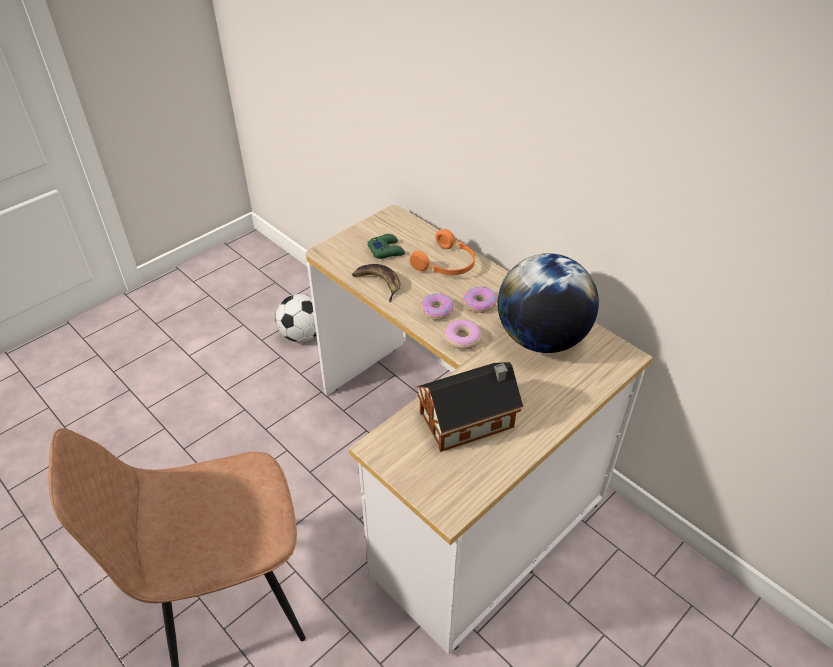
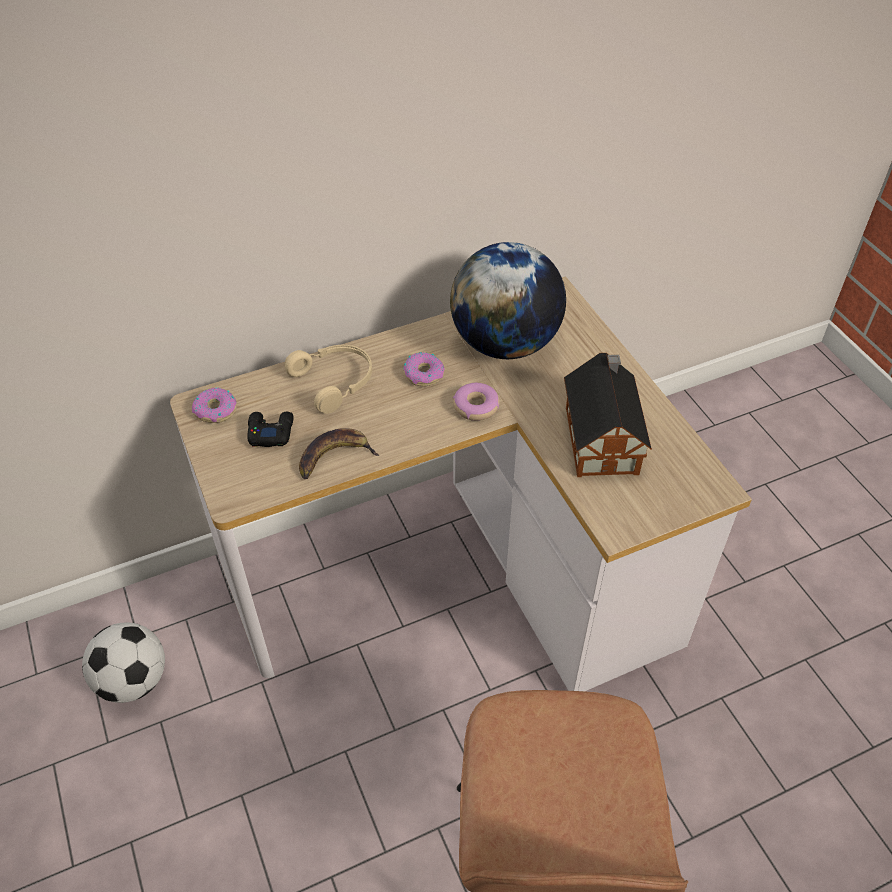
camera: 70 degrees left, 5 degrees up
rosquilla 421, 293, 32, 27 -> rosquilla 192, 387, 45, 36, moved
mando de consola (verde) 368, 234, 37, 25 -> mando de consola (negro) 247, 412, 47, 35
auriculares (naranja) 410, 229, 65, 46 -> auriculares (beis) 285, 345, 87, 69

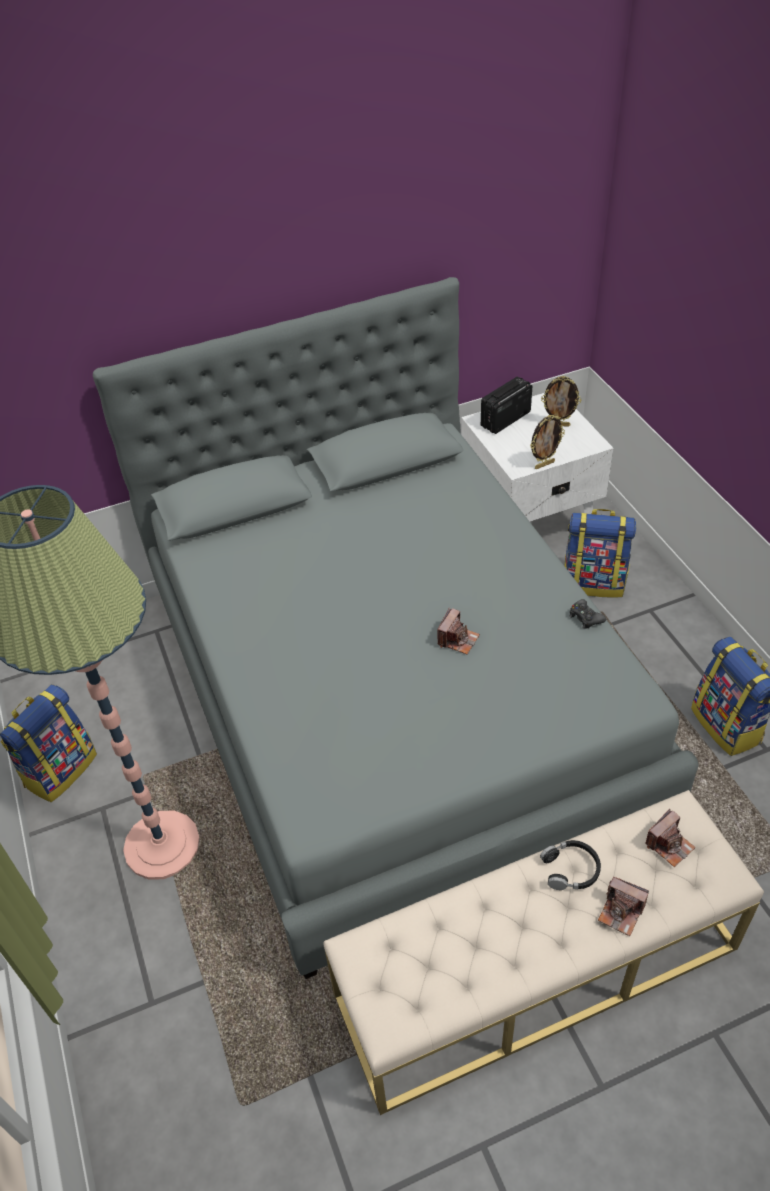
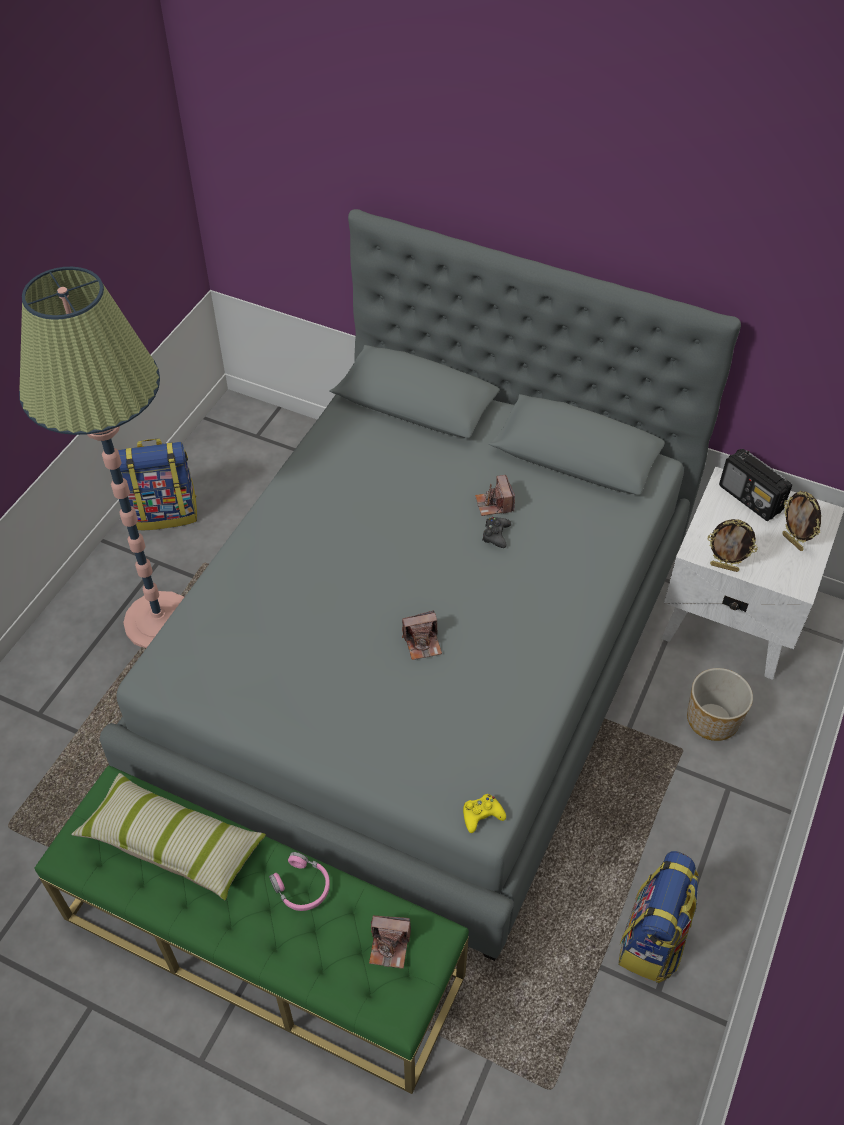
camera: 45 degrees right, 5 degrees up
banco (beis) 323, 790, 441, 325 -> banco (verde) 34, 765, 435, 329
none -> cojín 71, 773, 195, 127
auriculares (negro) 540, 840, 61, 50 -> auriculares (rosa) 269, 852, 61, 59
none -> mando de consola (amarillo) 463, 794, 43, 39
cámara 598, 877, 51, 59 -> cámara 475, 475, 40, 41, moved
mando de consola (negro) 569, 599, 37, 30 -> mando de consola (negro) 482, 517, 29, 31, moved
mochila 565, 509, 71, 89 -> maceta 687, 668, 66, 73
radio 481, 377, 51, 57 -> radio 719, 449, 73, 72, 135 degrees counterclockwise

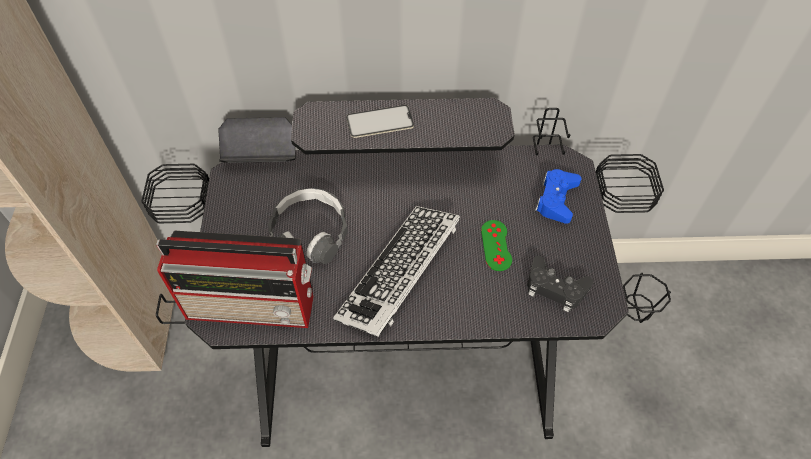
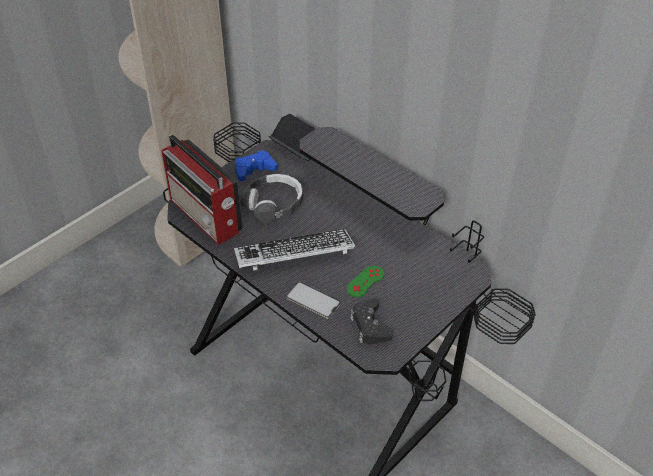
camera: 45 degrees right, 10 degrees down
mando de consola (azul) 535, 169, 47, 55 -> mando de consola (azul) 235, 150, 42, 31, moved
móvil 346, 105, 68, 33 -> móvil 286, 282, 55, 37, moved

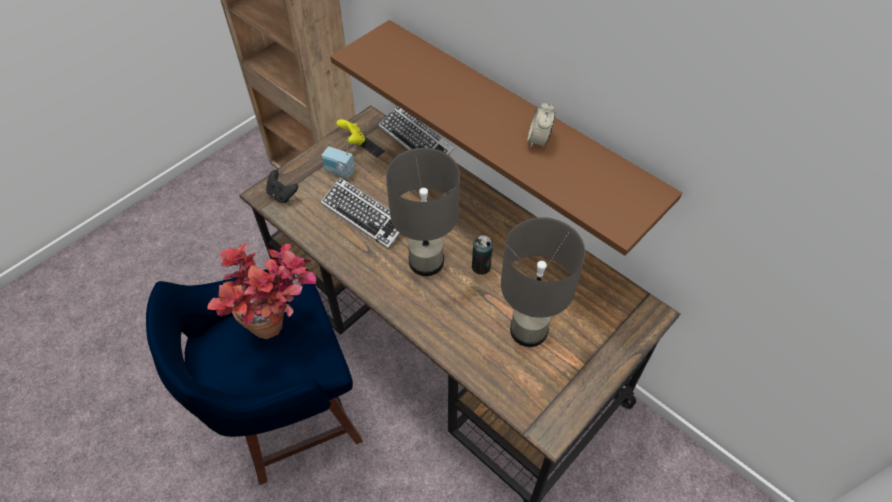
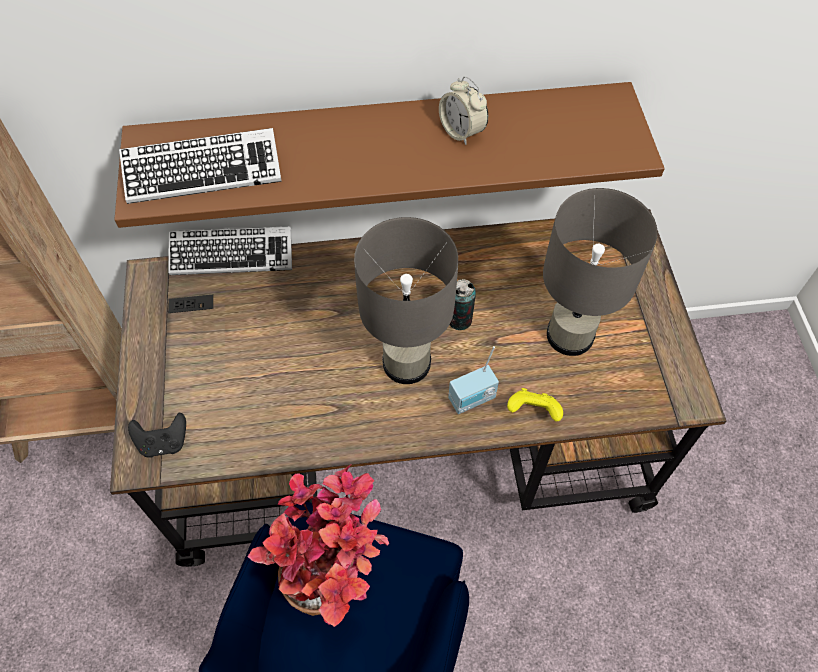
camera: 50 degrees left, 5 degrees up
teclado 321, 177, 79, 72 -> teclado 119, 128, 163, 76, moved
radio 321, 136, 34, 43 -> radio 448, 346, 51, 68, moved
mando de consola (amarillo) 336, 119, 29, 26 -> mando de consola (amarillo) 507, 388, 56, 33, moved

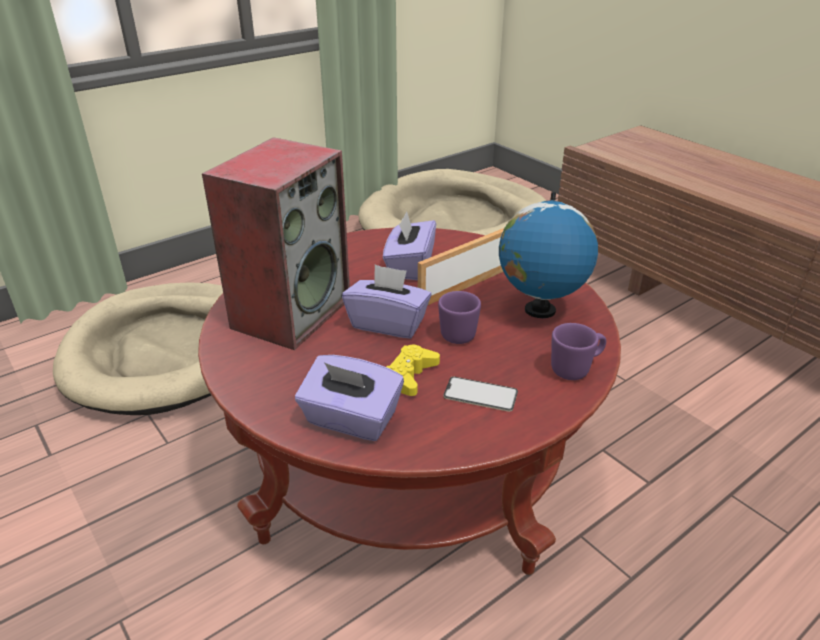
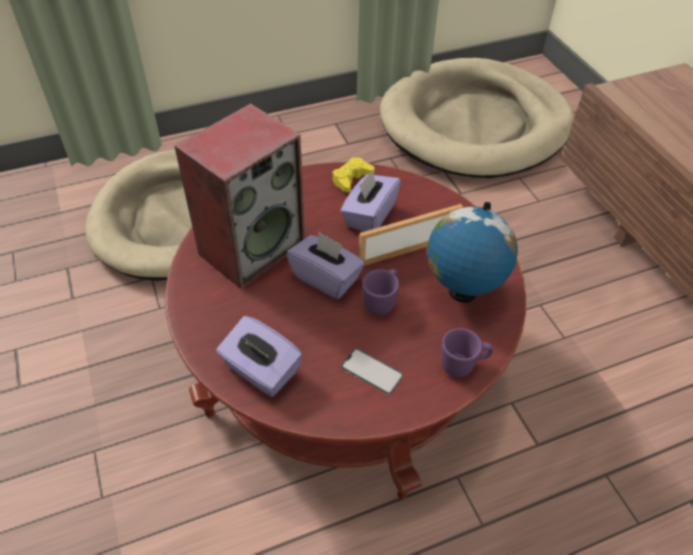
camera: 15 degrees right, 15 degrees up
mando de consola (amarillo) 386, 345, 54, 51 -> mando de consola (amarillo) 332, 157, 43, 35, moved

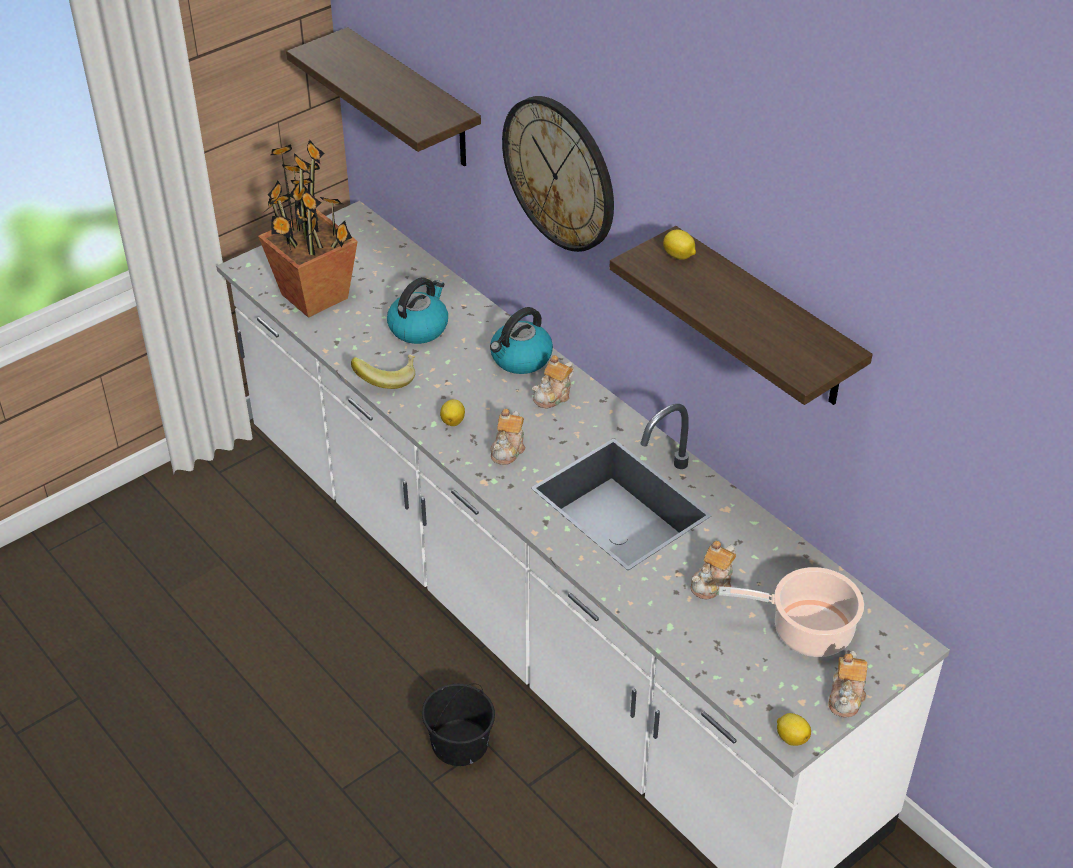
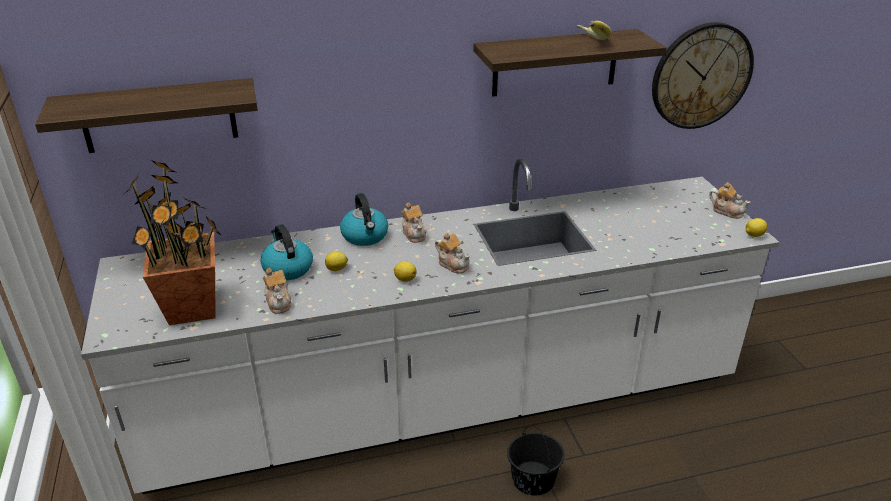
camera: 65 degrees left, 10 degrees down
tetera 690, 541, 46, 59 -> tetera 263, 268, 28, 46, moved
limón 663, 230, 33, 30 -> limón 325, 252, 23, 19, moved
plátano 351, 355, 64, 34 -> plátano 577, 21, 34, 19, moved
reloj de pared 502, 96, 112, 156 -> reloj de pared 652, 22, 102, 107, moved
olla 719, 567, 145, 90 -> none

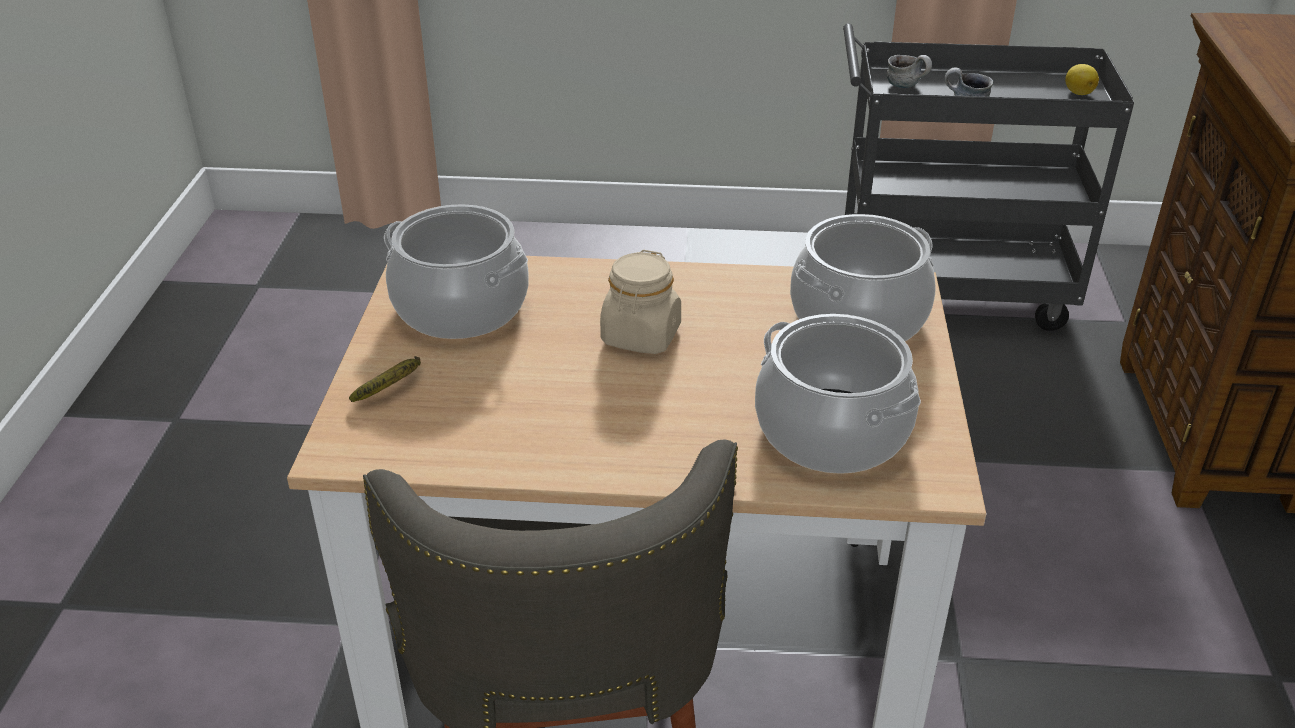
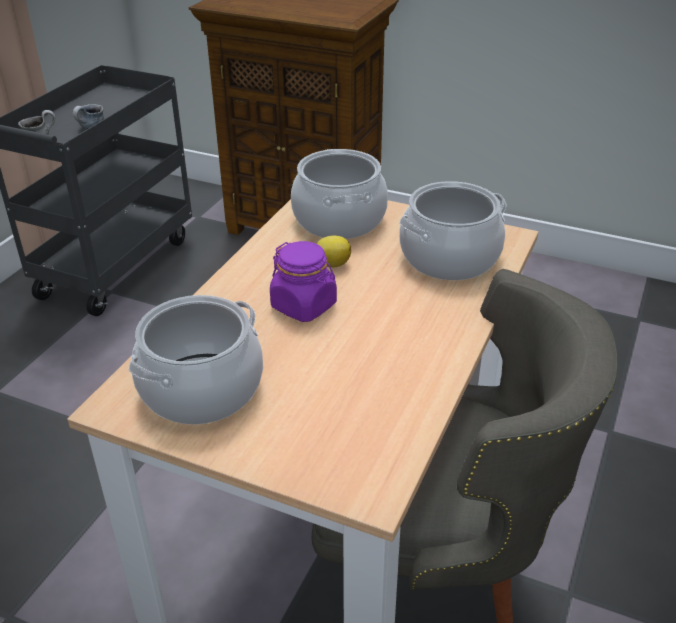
camera: 70 degrees left, 0 degrees up
tarro (beis) 600, 250, 81, 104 -> tarro (morado) 270, 241, 67, 81
limón 1065, 64, 34, 31 -> limón 317, 235, 34, 33, moved
plátano 349, 356, 72, 46 -> none

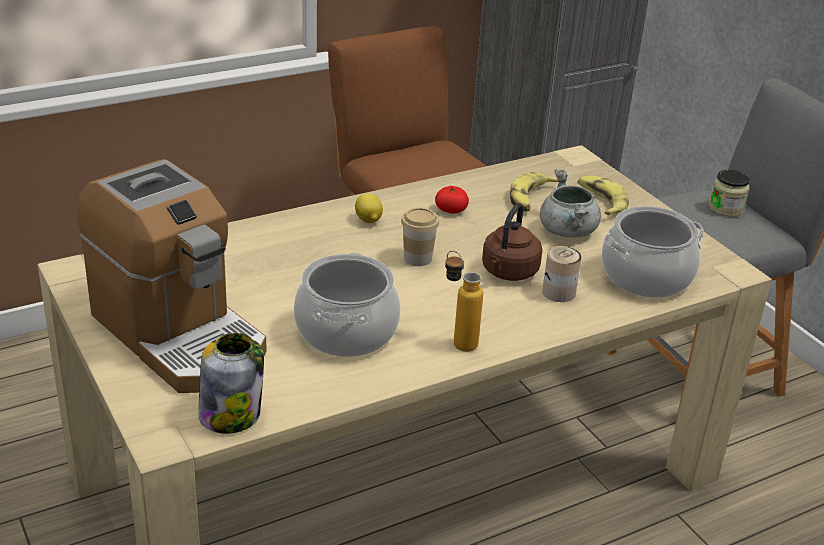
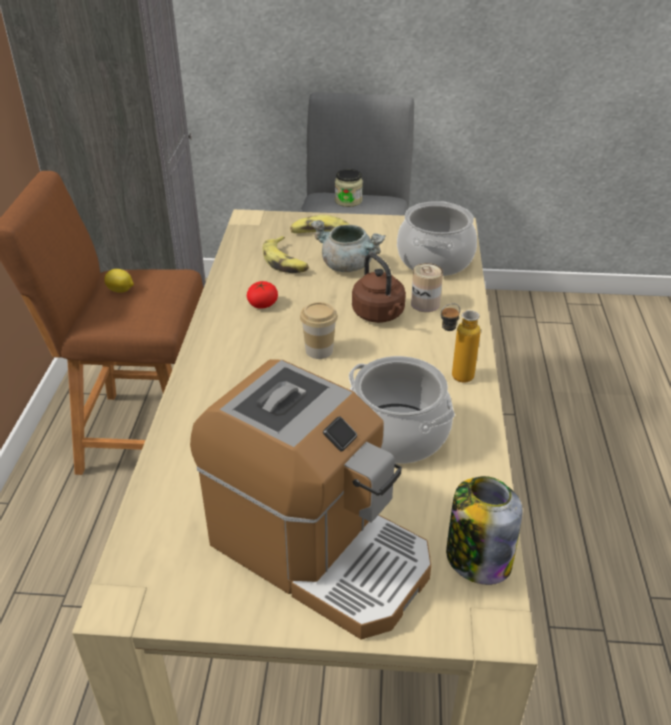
camera: 55 degrees left, 5 degrees up
limón 355, 194, 28, 29 -> limón 104, 269, 30, 24, moved
cafetera 77, 159, 190, 234 -> cafetera 190, 359, 241, 280, 45 degrees clockwise

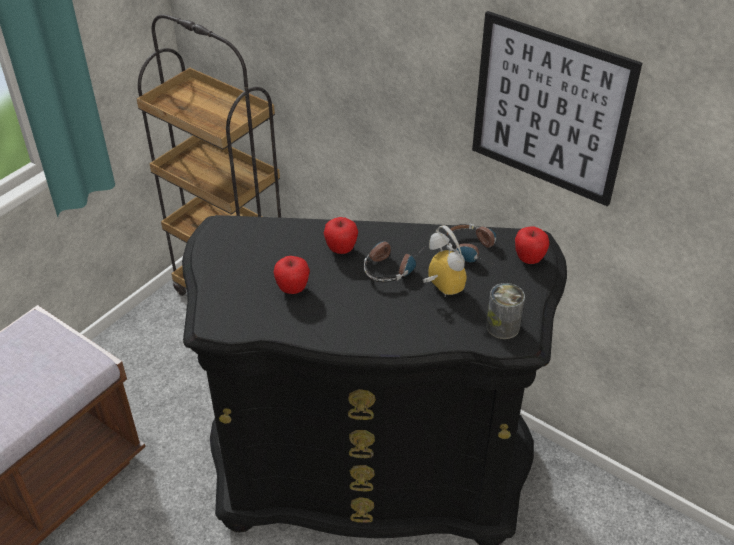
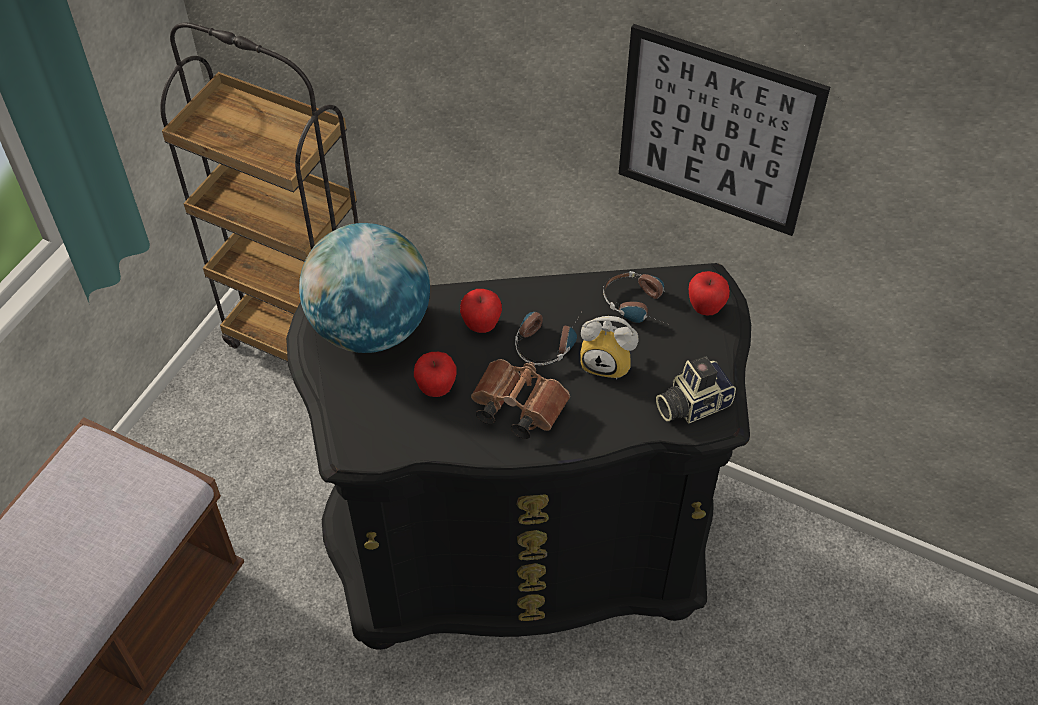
camera: 10 degrees left, 10 degrees up
none -> globo terráqueo 299, 223, 131, 130
none -> prismáticos (marrón) 471, 359, 99, 80
despertador 423, 225, 44, 71 -> despertador 580, 316, 59, 64, 150 degrees clockwise
lata 486, 283, 39, 56 -> cámara 656, 356, 80, 68

